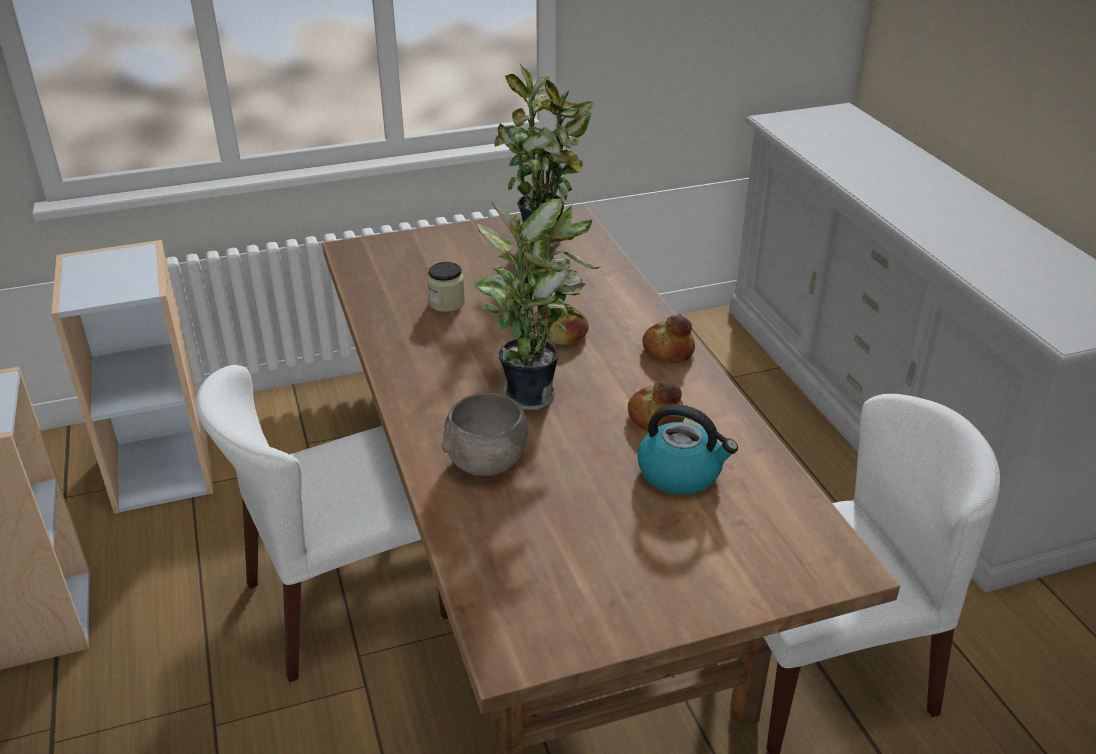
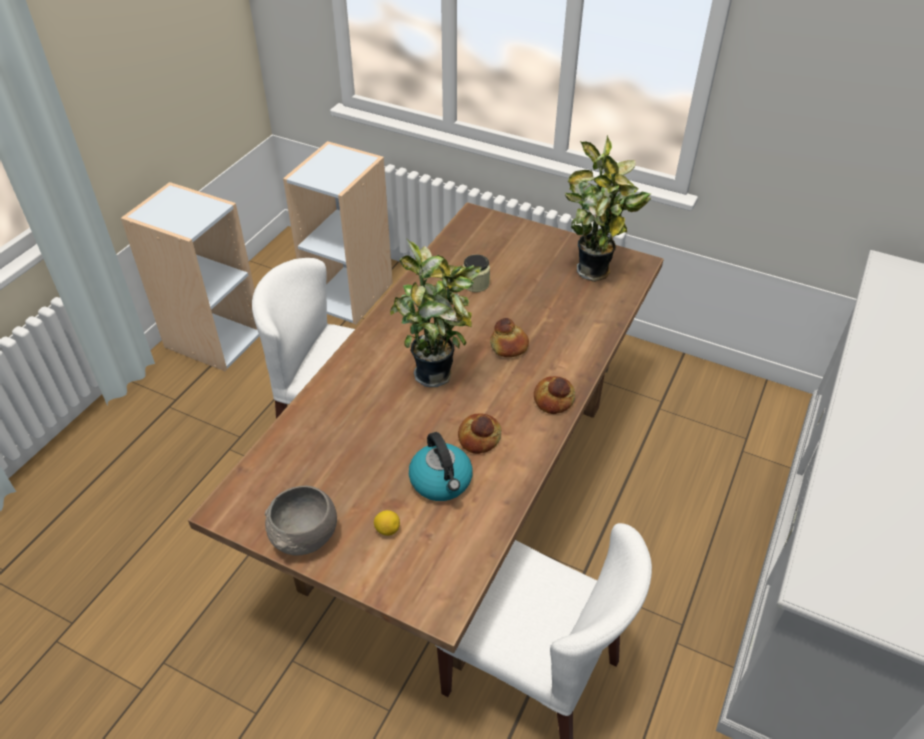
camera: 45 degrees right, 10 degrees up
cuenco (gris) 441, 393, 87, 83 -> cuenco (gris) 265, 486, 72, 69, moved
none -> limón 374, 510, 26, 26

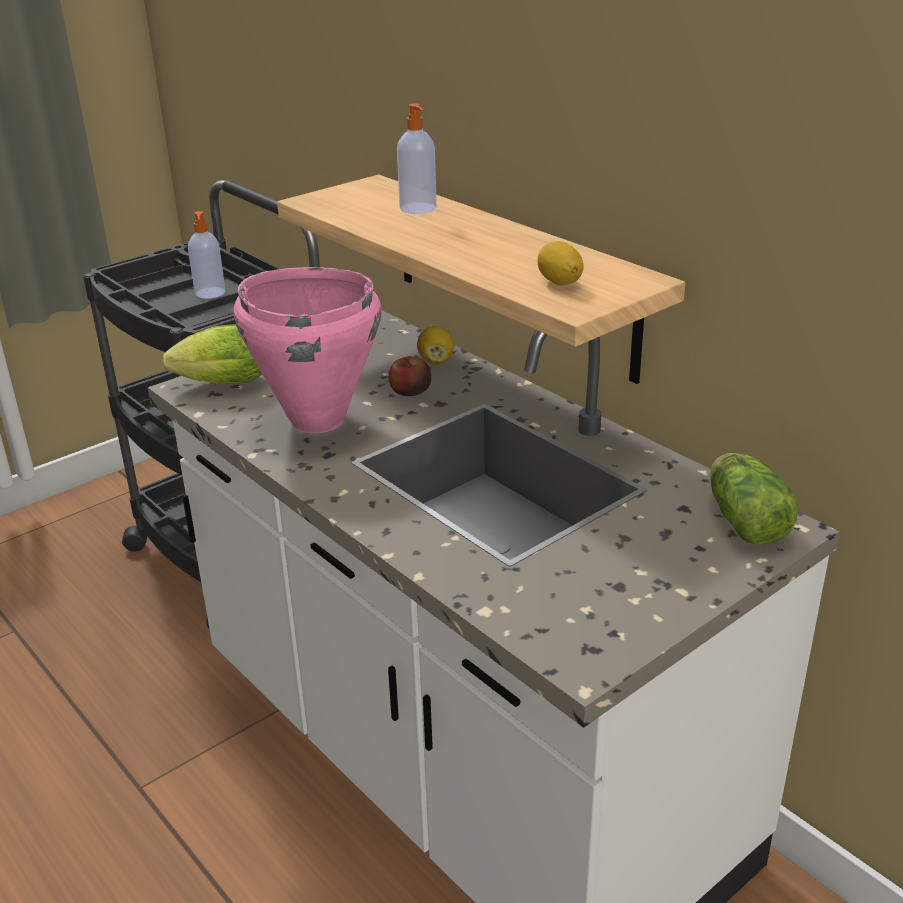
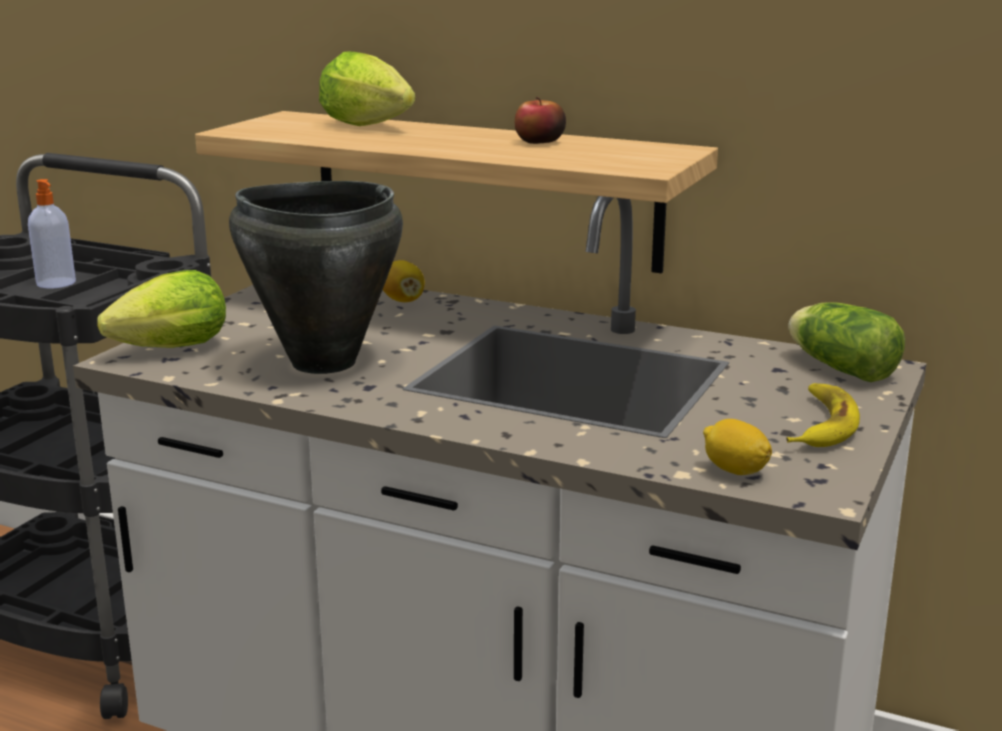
camera: 25 degrees left, 10 degrees down
olla (rosa) 234, 267, 148, 166 -> olla (negro) 229, 181, 174, 193
dispensador de jabón 397, 103, 40, 111 -> lechuga 319, 51, 96, 75
manzana 388, 357, 43, 39 -> manzana 515, 97, 51, 47, moved
limón 537, 241, 47, 44 -> limón 703, 419, 69, 56, moved
none -> plátano 787, 383, 73, 64

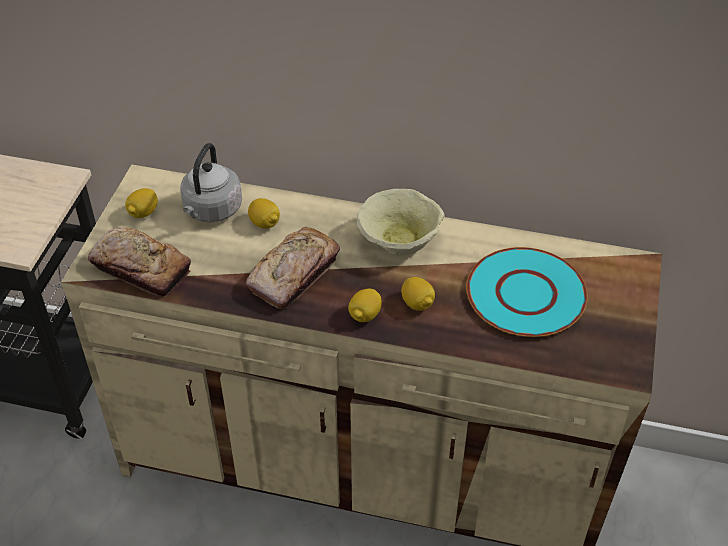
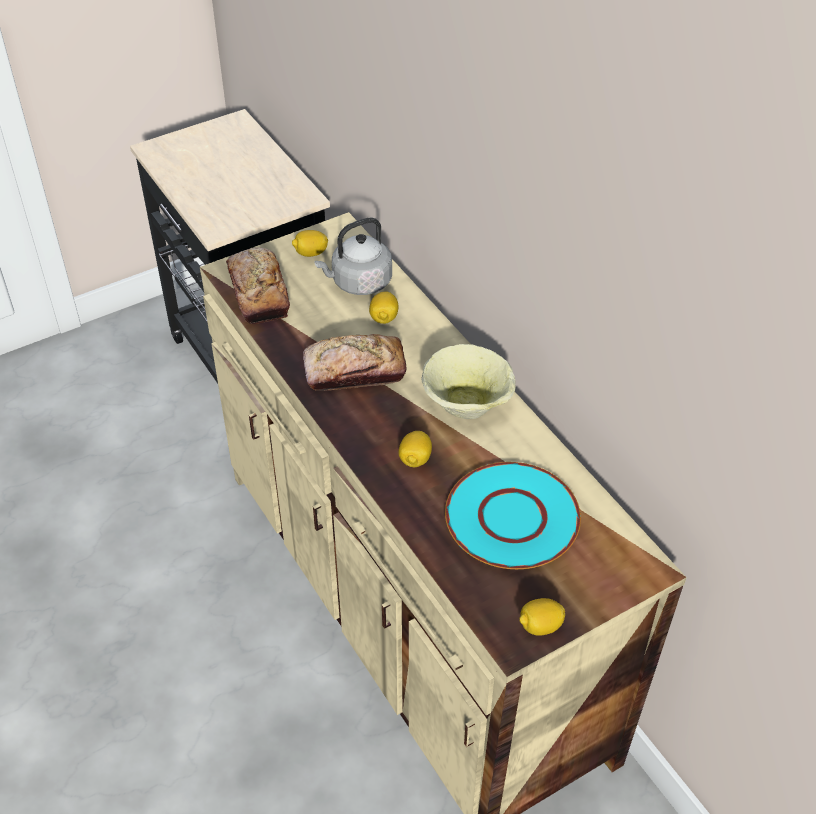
camera: 45 degrees right, 0 degrees up
limón 348, 289, 34, 33 -> limón 519, 598, 46, 38, moved

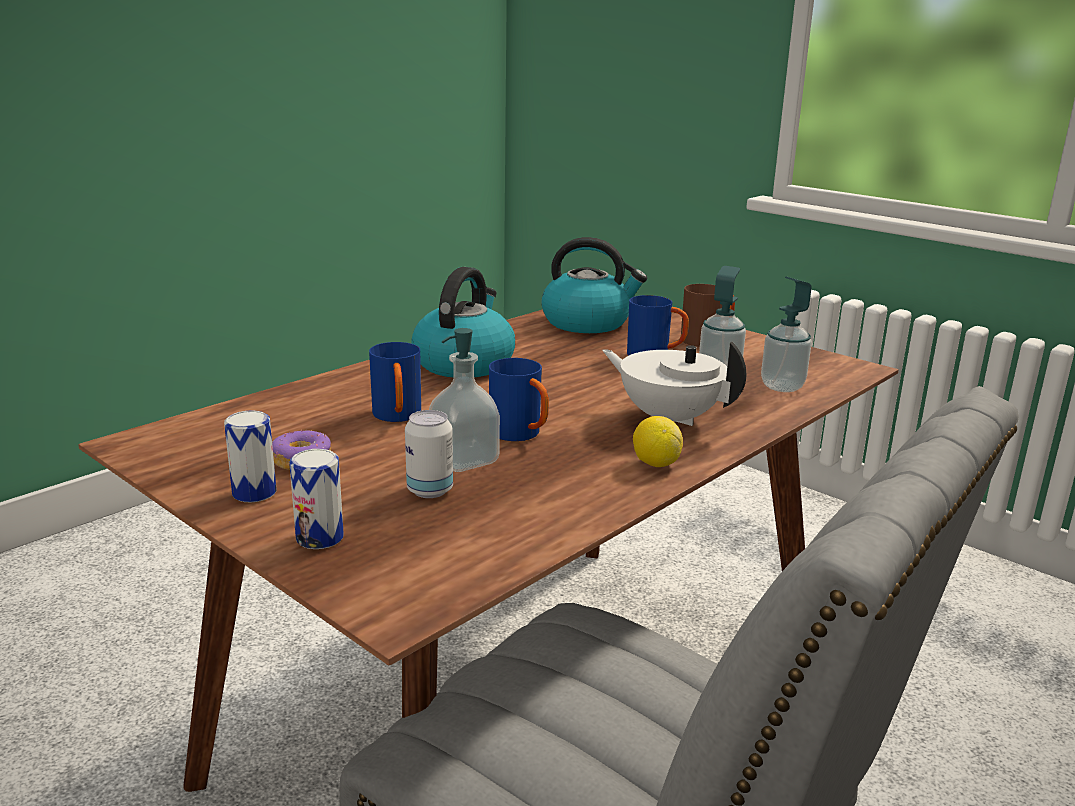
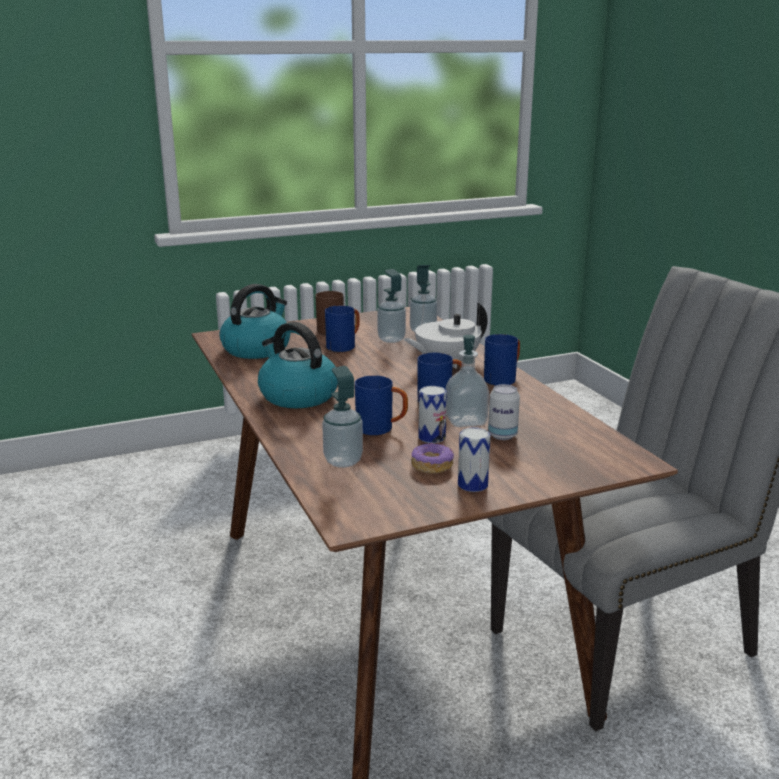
camera: 65 degrees left, 0 degrees up
none -> dispensador de jabón 322, 366, 41, 102
lata 289, 449, 55, 100 -> lata 418, 386, 29, 57, moved
limón 633, 416, 50, 51 -> taza grande (azul) 484, 334, 36, 52

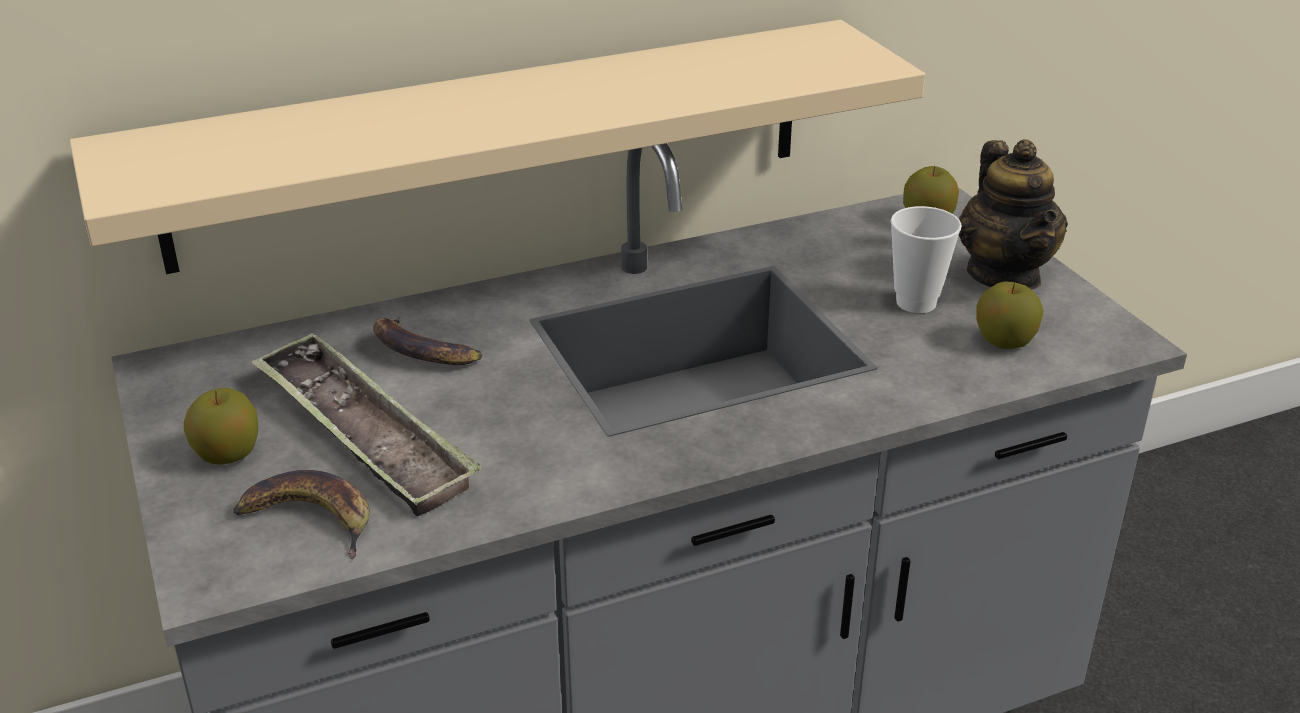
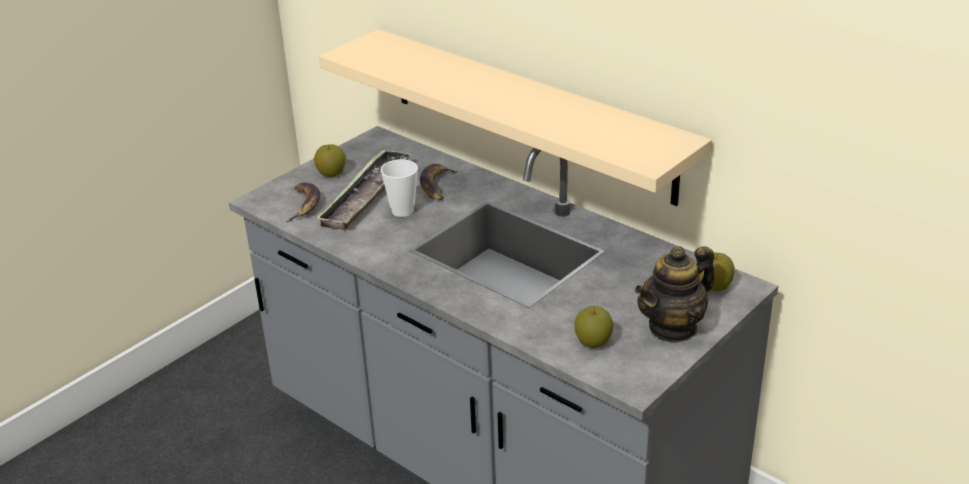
camera: 65 degrees right, 0 degrees up
taza 891, 206, 71, 107 -> taza 381, 159, 37, 58, moved

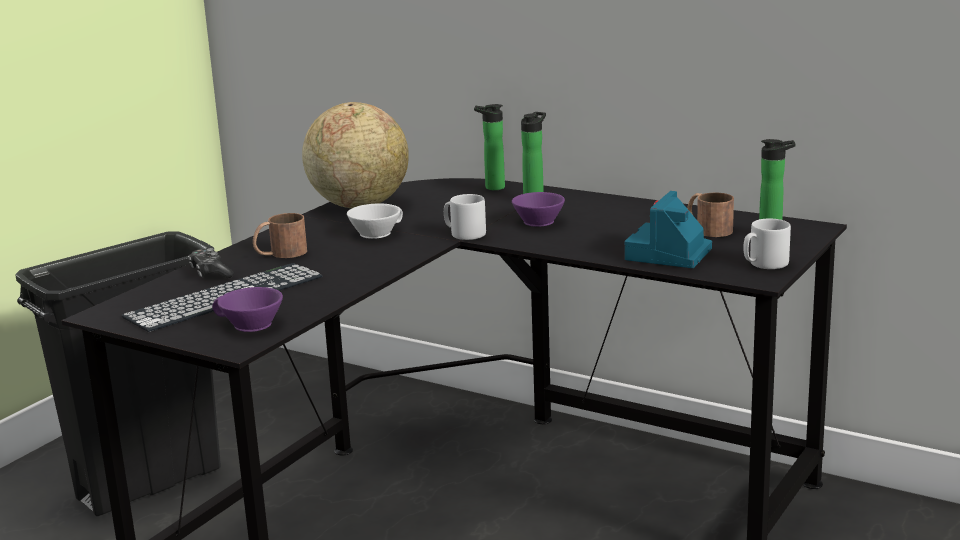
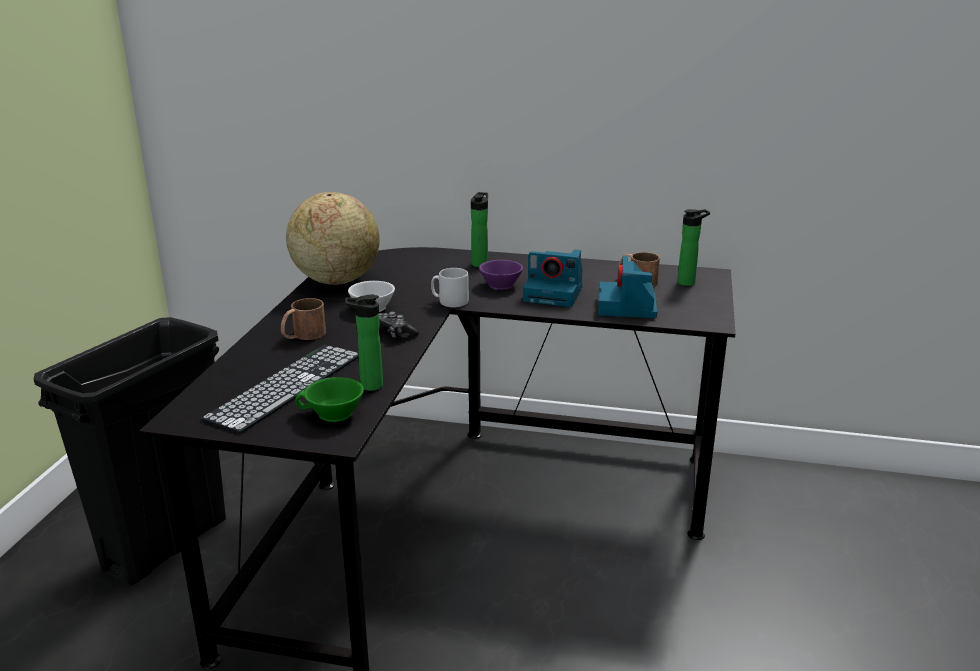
camera: 20 degrees left, 5 degrees up
taza (morado) 212, 287, 71, 45 -> taza (verde) 295, 377, 69, 45
botella 474, 104, 31, 86 -> botella 345, 294, 38, 97, moved
mando de consola 188, 248, 46, 30 -> mando de consola 379, 311, 40, 27, moved
none -> cámara 523, 249, 60, 58
taza grande (gris) 744, 219, 47, 50 -> none

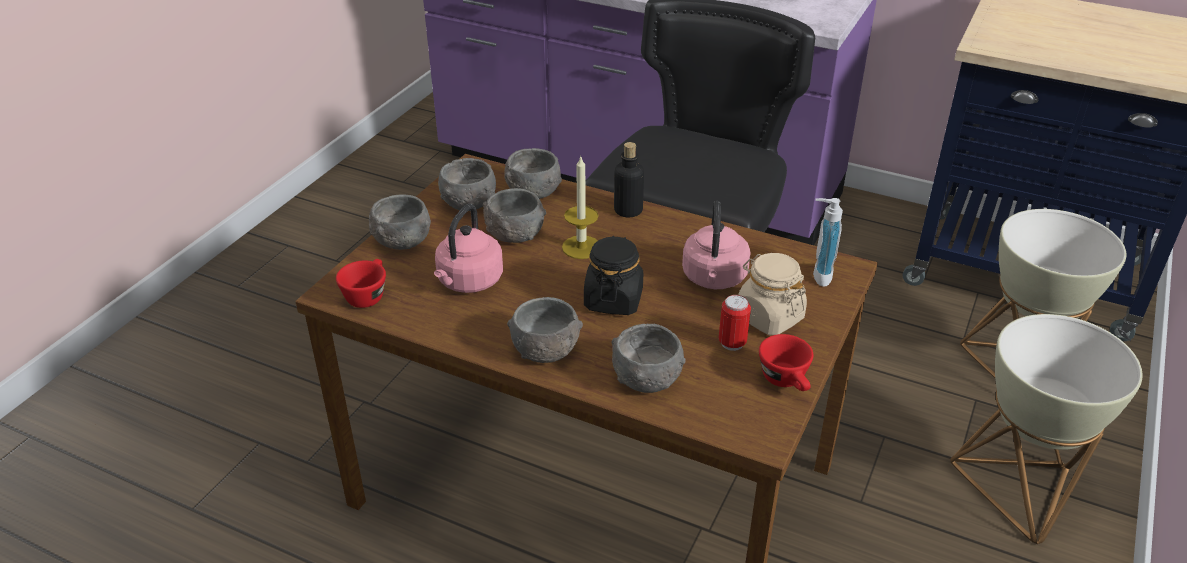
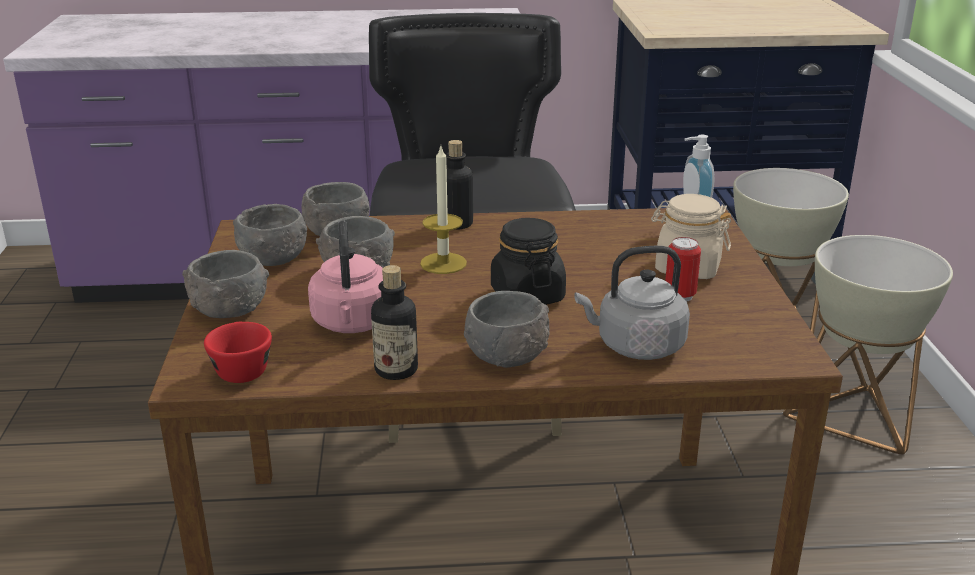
camera: 30 degrees left, 10 degrees down
none -> botella 371, 265, 47, 115
cuenco (gris) 612, 324, 73, 69 -> hervidor (gris) 574, 246, 116, 114
hervidor (rosa) 682, 201, 69, 88 -> none
taza (rojo) 759, 334, 54, 57 -> none

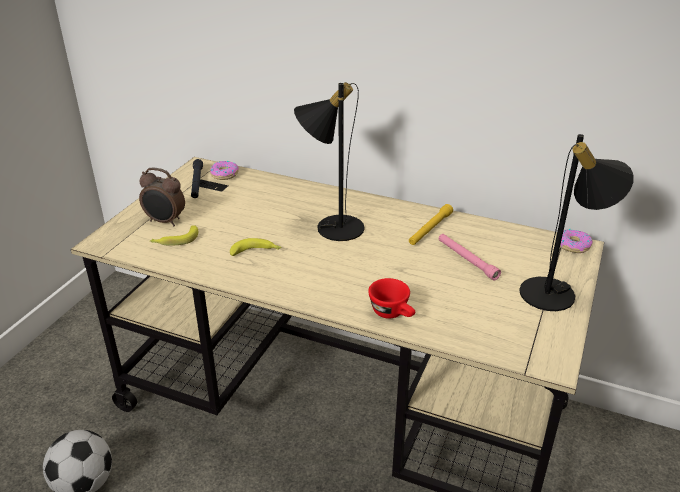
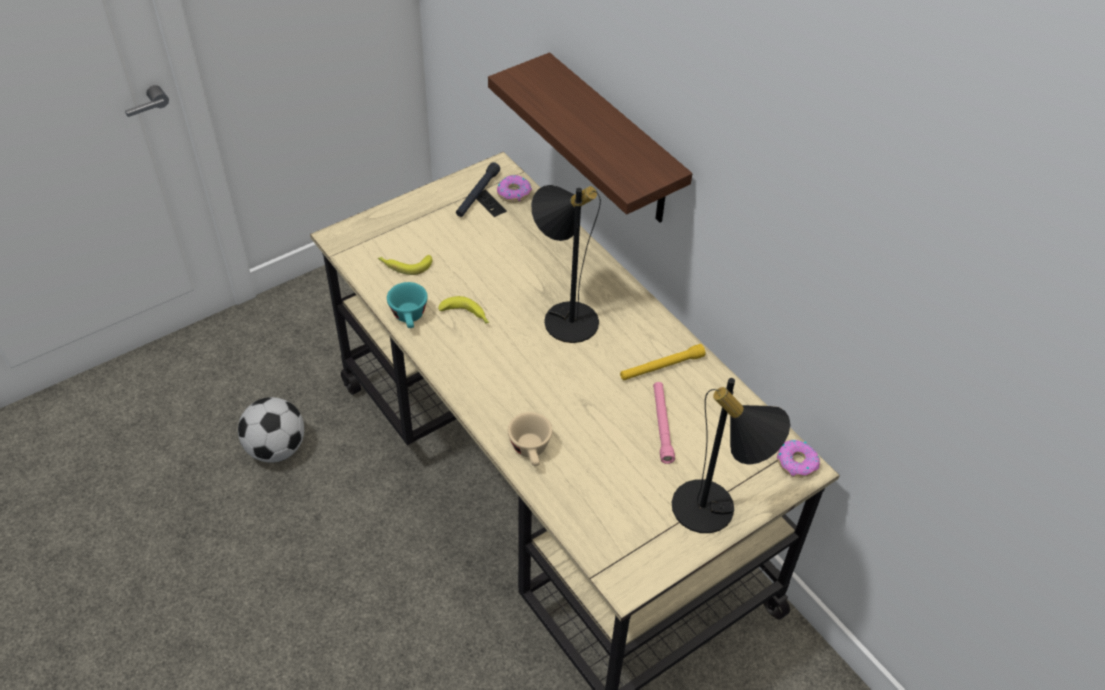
camera: 30 degrees right, 15 degrees up
none -> taza (turquesa) 387, 282, 41, 46
none -> estante 488, 52, 204, 170
taza (rojo) 368, 278, 47, 41 -> taza (beis) 508, 412, 44, 54
despertador 139, 168, 46, 58 -> none

